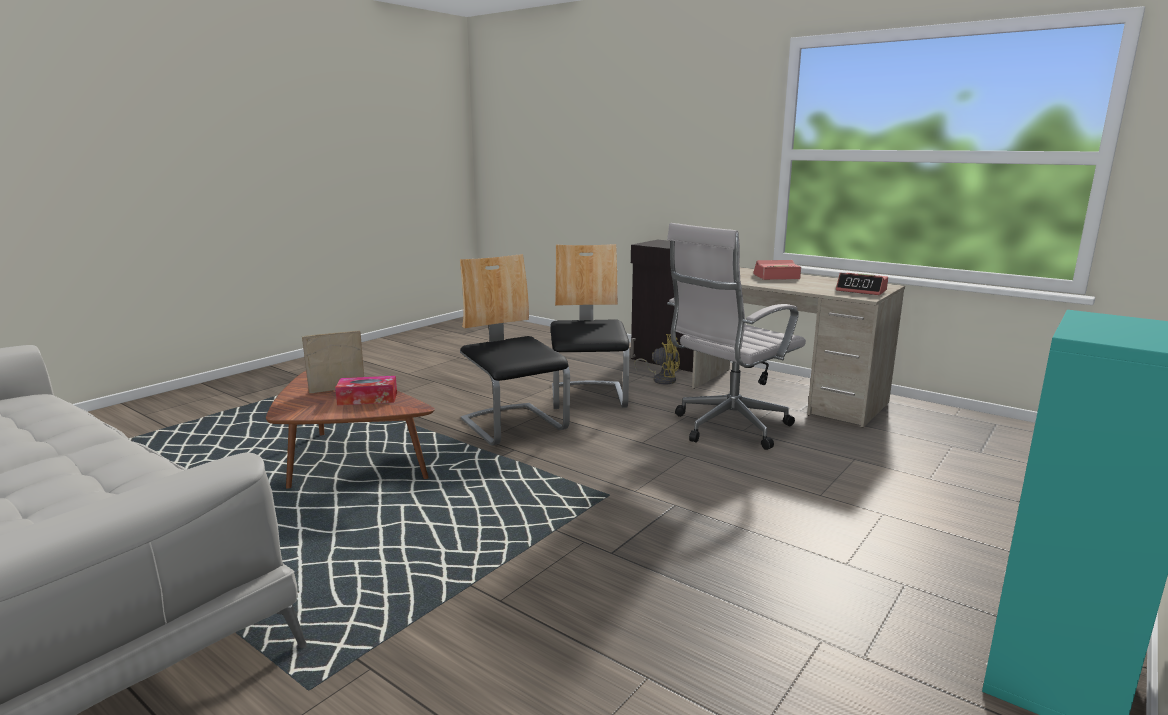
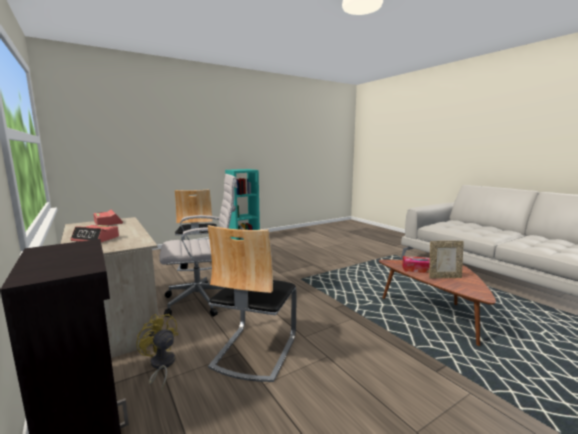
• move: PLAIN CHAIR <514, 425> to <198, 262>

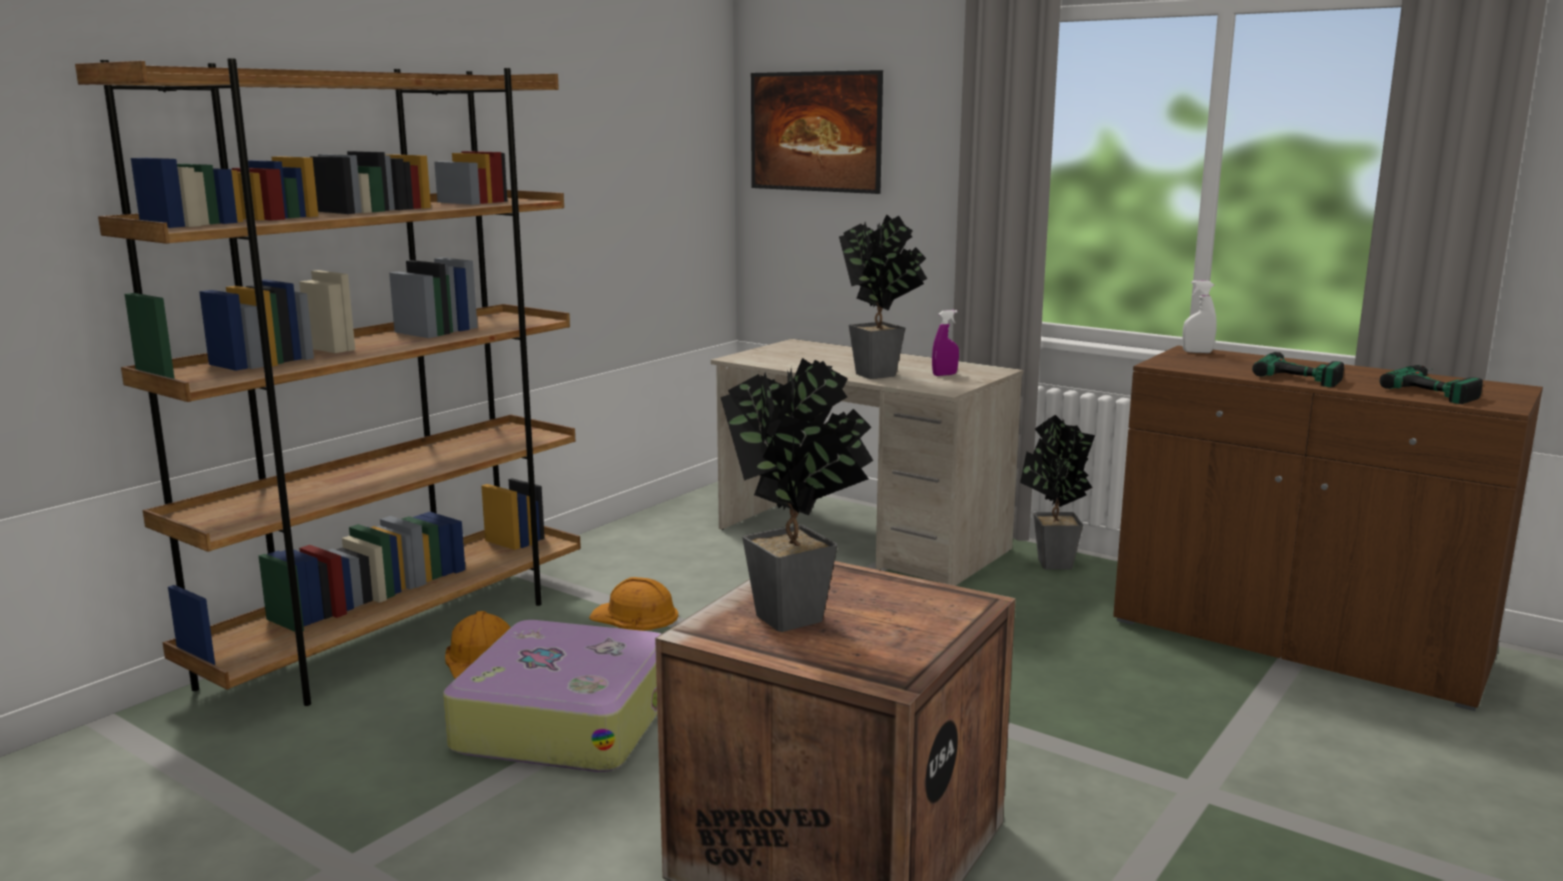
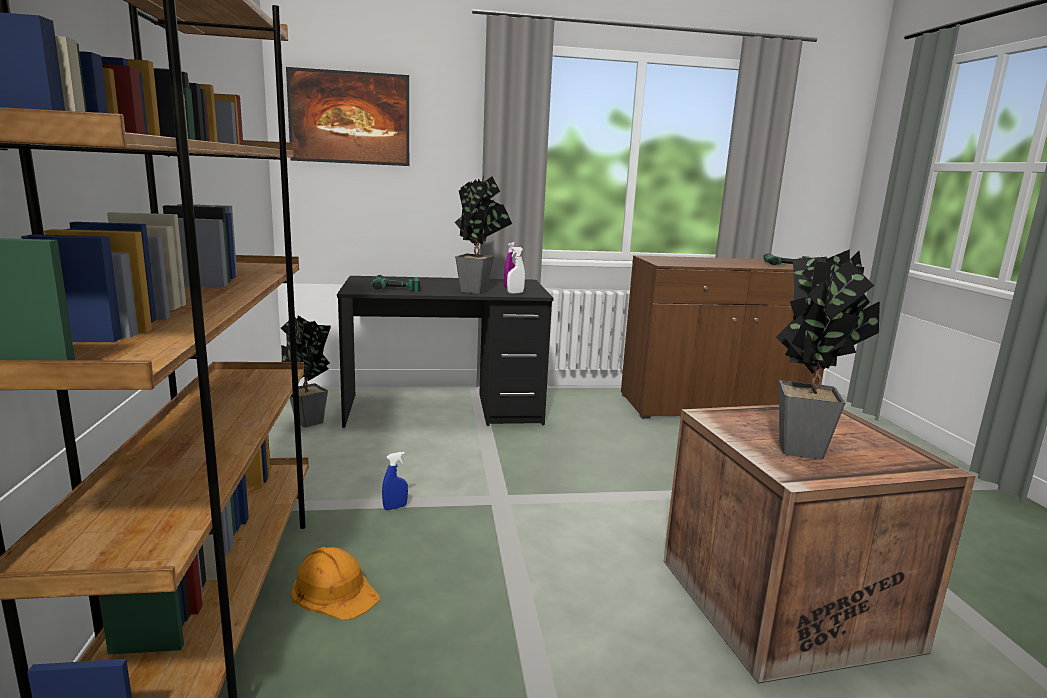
• move: WHITISH SPRAYER <1197, 352> to <515, 293>
• recolor: SAND-COLOURED DESK TABLE <861, 540> to BLACK DESK TABLE <444, 410>
• move: POWER DRILL <1301, 374> to <396, 286>
• move: POTTED PLANT <1052, 566> to <308, 423>
• replace: ORANGEY WORK HELMET <635, 615> to BLUE SPRAYER <395, 507>
• delete: TRAVEL CASE <565, 720>

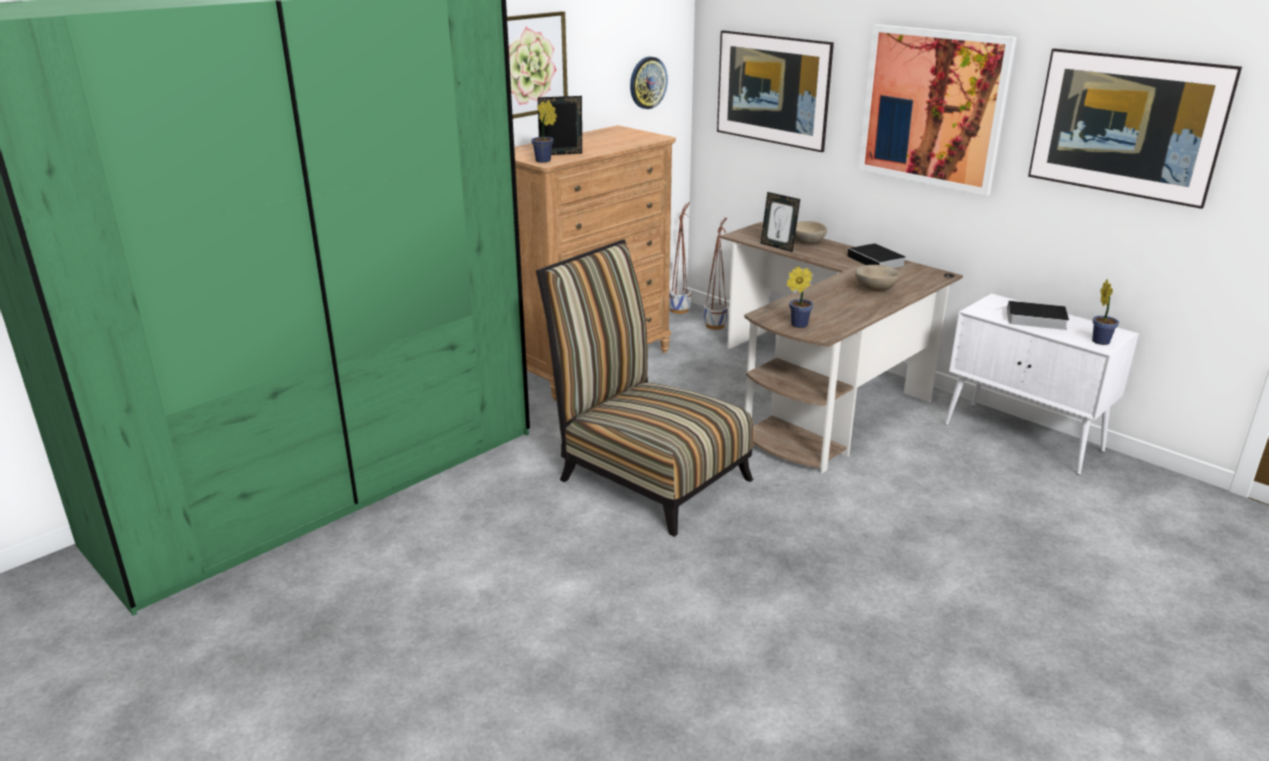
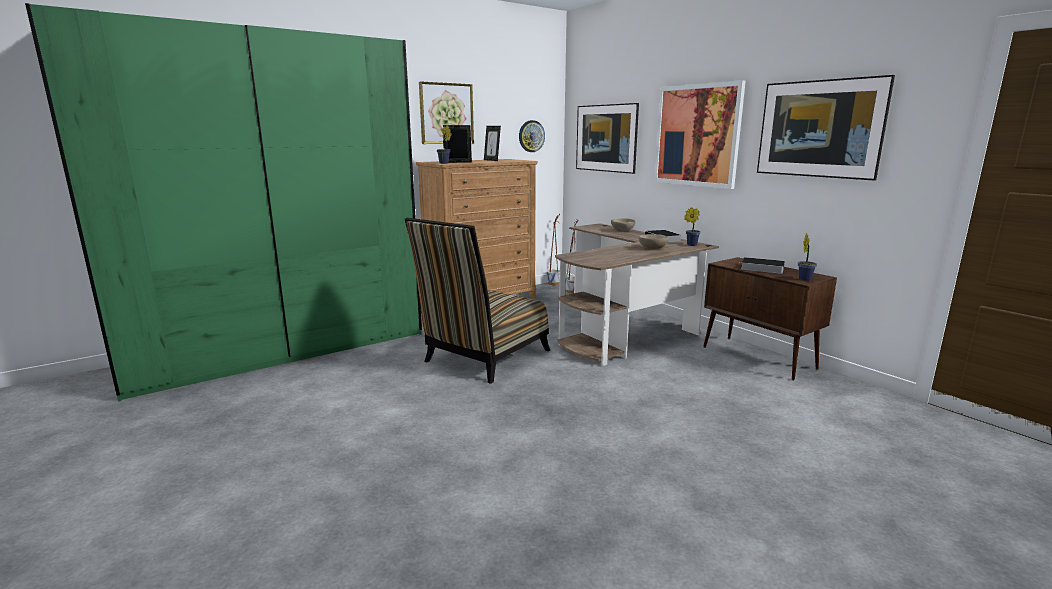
• move: PHOTO FRAME <778, 247> to <492, 160>
• rotate: PLAIN CHAIR <646, 475> = <482, 358> 105 degrees counterclockwise
• move: POTTED PLANT <797, 325> to <690, 245>
• recolor: WHITISH CUPBOARD <1024, 438> to BROWN-COLOURED CUPBOARD <759, 358>

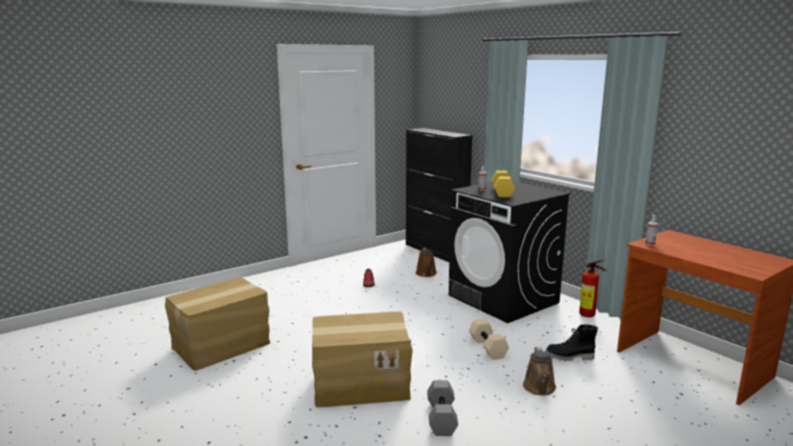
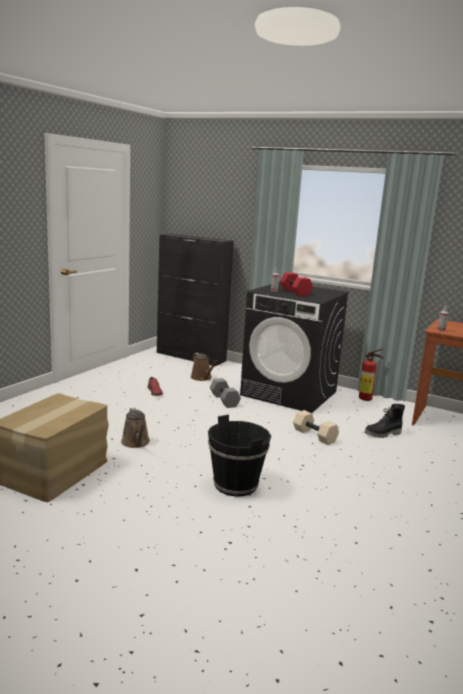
• recolor: YELLOW DUMBBELL <503, 192> to RED DUMBBELL <296, 292>
• replace: PACKING BOX <361, 384> to BLACK WATER BUCKET <236, 485>
• move: BROWN-COLOURED WATERING POT <540, 388> to <136, 443>
• move: GRAY DUMBBELL <440, 417> to <223, 400>

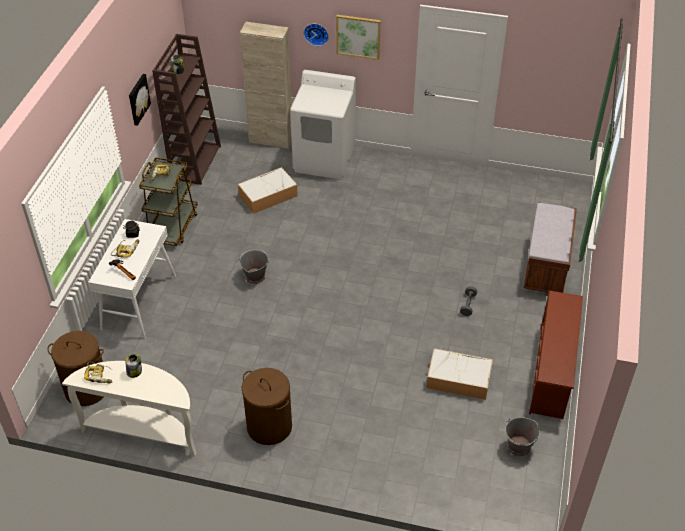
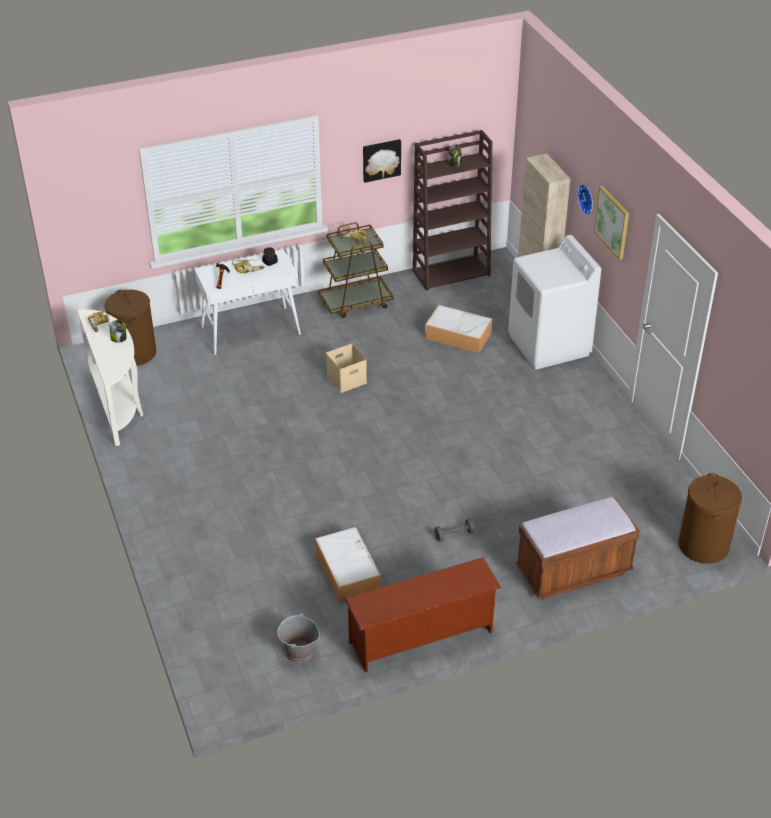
• replace: GRAY WATER BUCKET <255, 276> to SAND-COLOURED STORAGE BIN <347, 379>
• move: BROWN-COLOURED HAMPER <269, 426> to <703, 545>

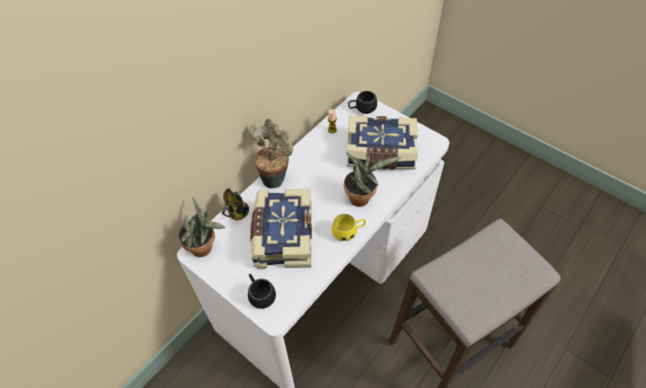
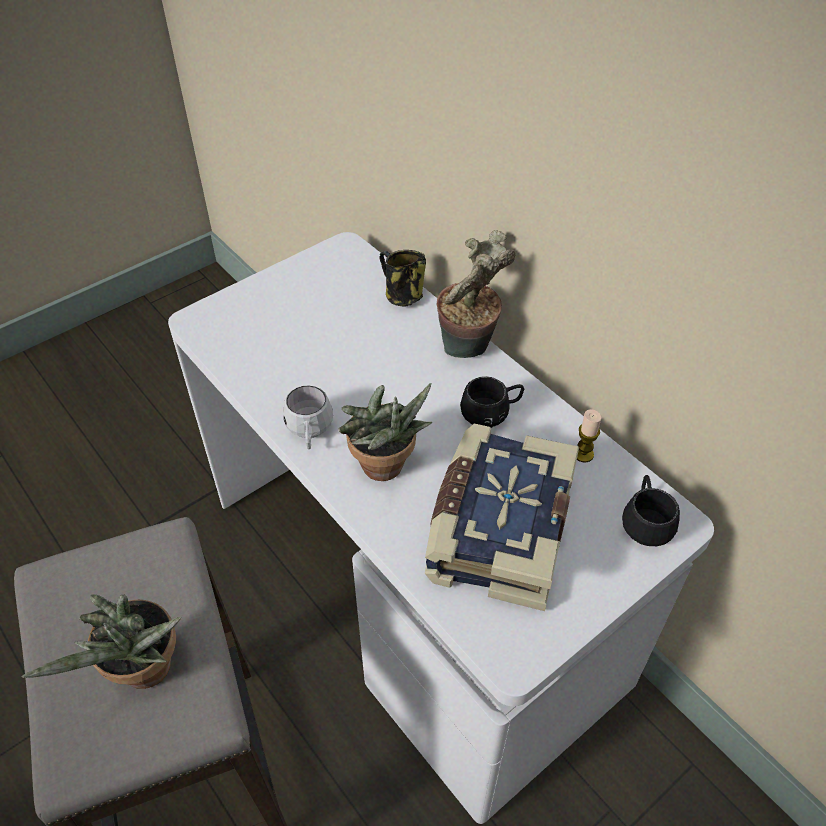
• delete: BOUND BOOK <282, 236>
• move: POTTED PLANT <205, 247> to <144, 674>
• recolor: YELLOW TEA MUG <348, 232> to WHITISH TEA MUG <310, 434>
• move: BLACK TEA MUG <260, 295> to <491, 415>

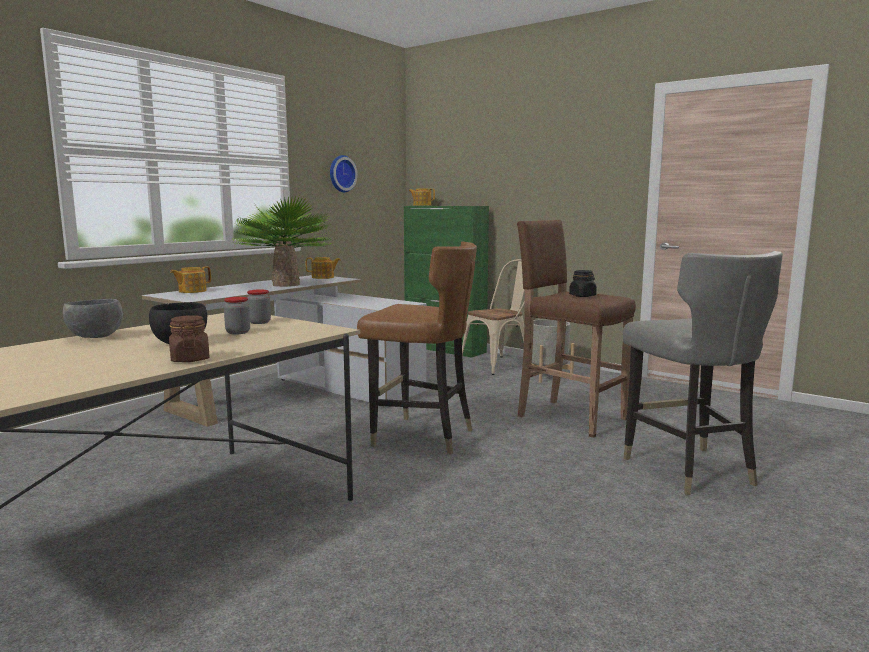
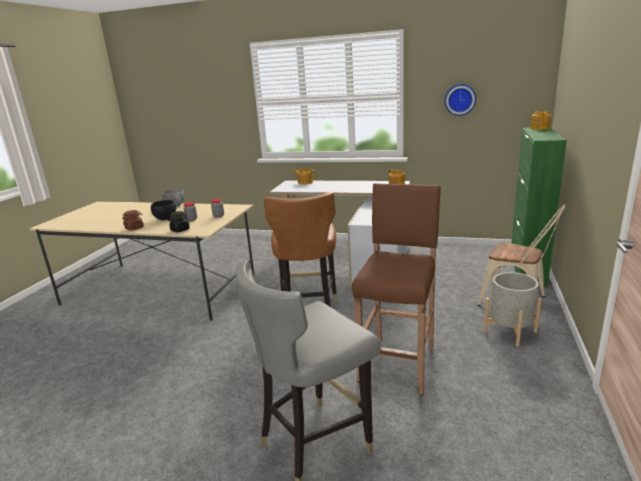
• delete: POTTED PLANT <286, 284>
• move: BLACK STORAGE JAR <582, 296> to <180, 230>

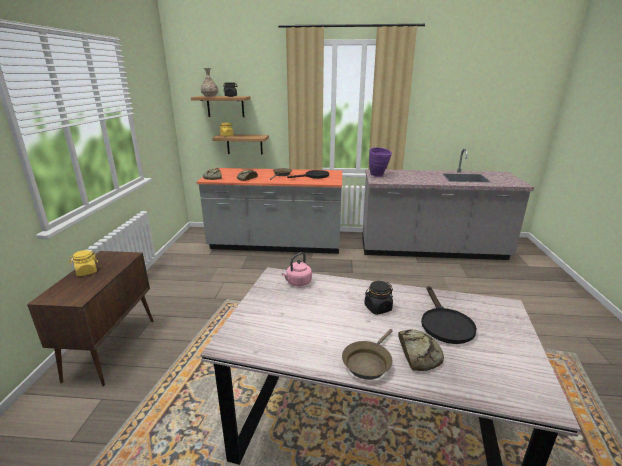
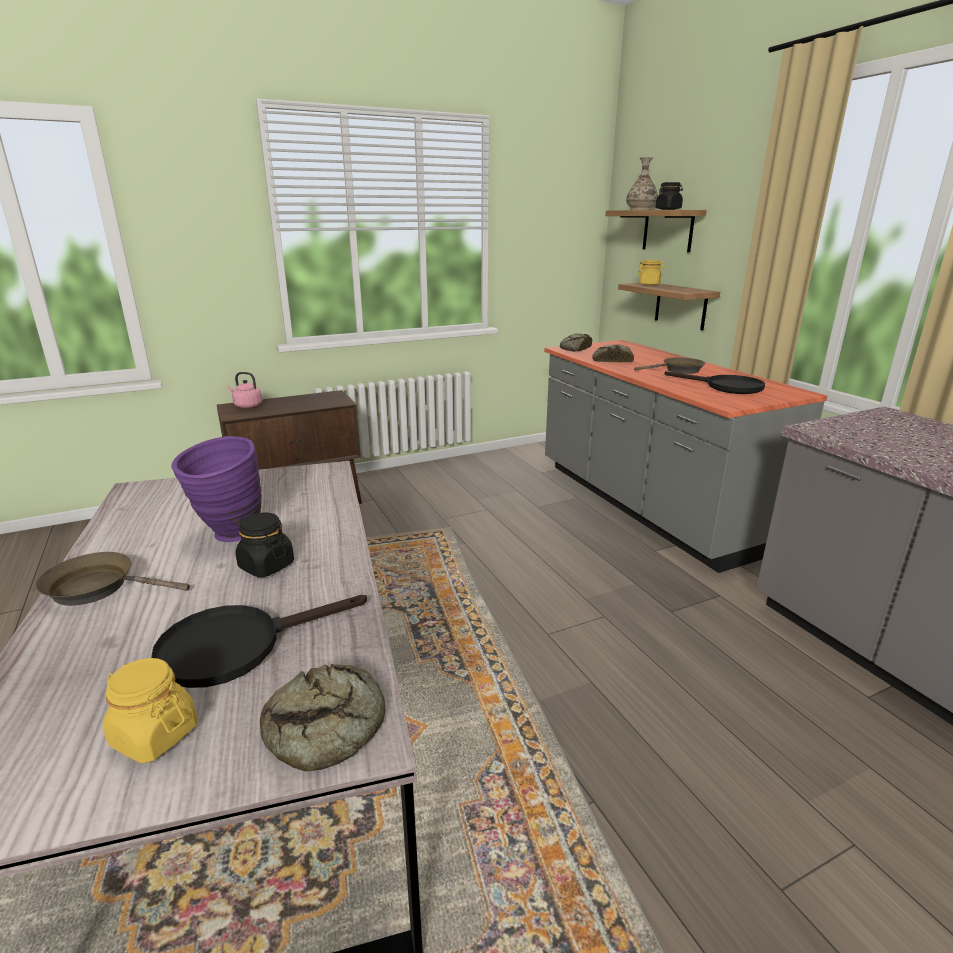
• move: PURPLISH VASE <378, 176> to <229, 536>
• move: YELLOW STORAGE JAR <86, 272> to <154, 735>
• move: PINK TEA KETTLE <298, 282> to <247, 406>
• move: BREAD <418, 353> to <329, 727>

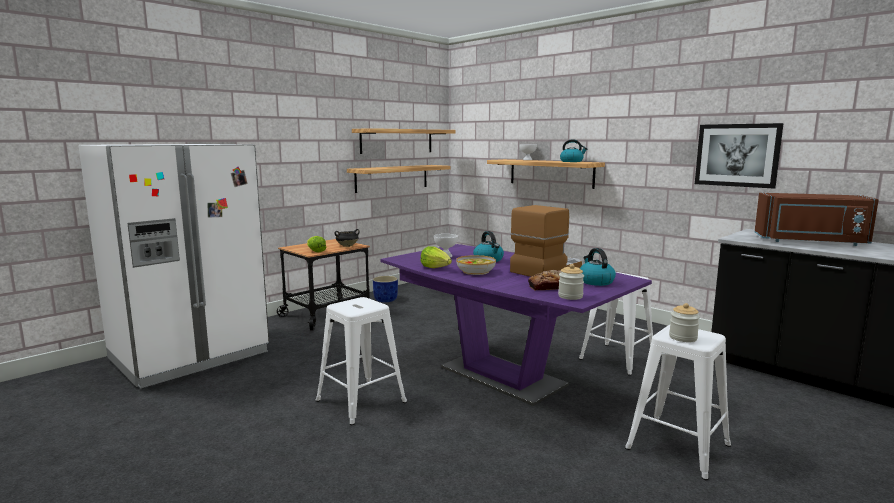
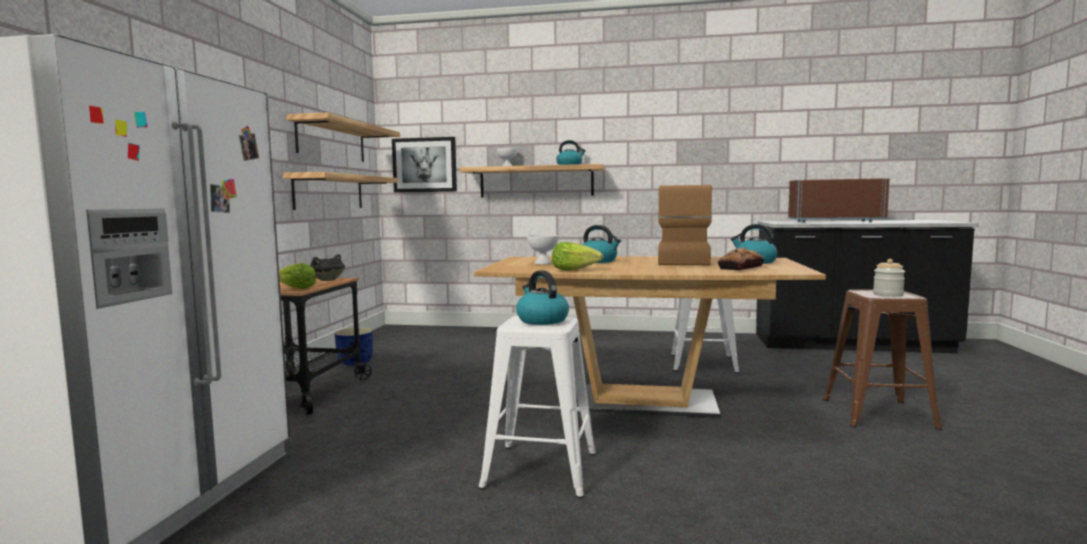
• move: WALL PICTURE <737, 155> to <424, 165>
• rotate: BROWN-COLOURED MICROWAVE OVEN <810, 242> = <834, 221> 150 degrees counterclockwise
• recolor: PURPLISH DINNER TABLE <502, 376> to BROWN-COLOURED DINNER TABLE <640, 402>
• delete: SERVING BOWL <475, 271>
• delete: STORAGE JAR <570, 296>
• recolor: WHITISH STOOL <678, 447> to BROWN-COLOURED STOOL <879, 414>
• insert: TEA KETTLE <541, 320>

